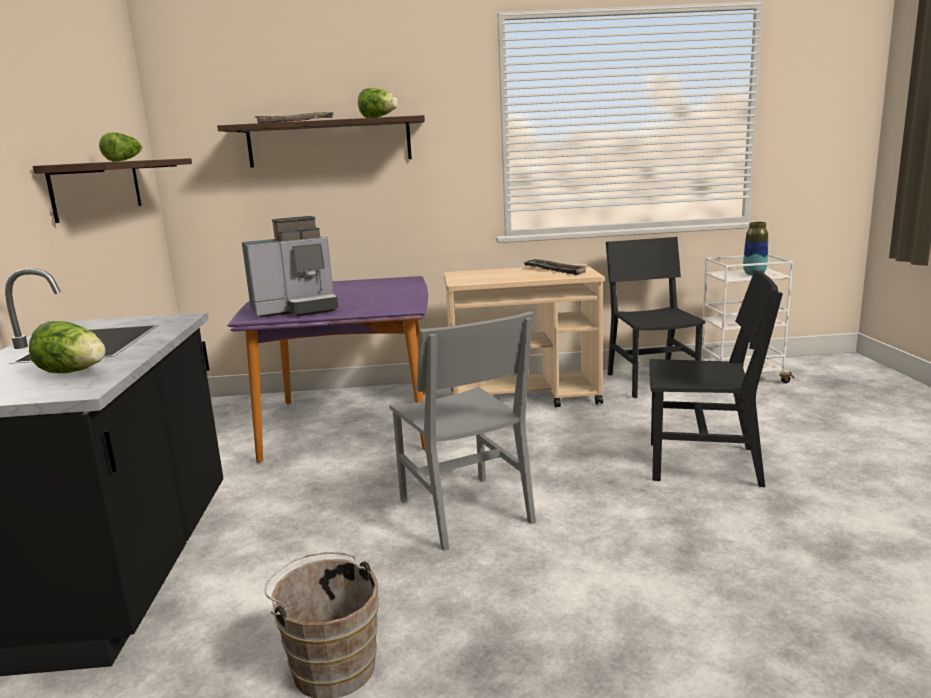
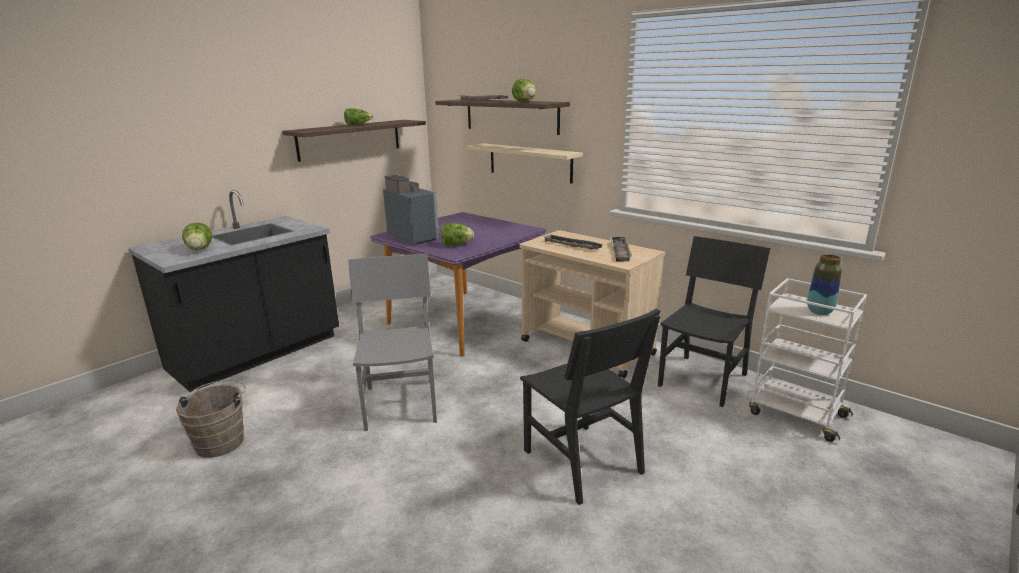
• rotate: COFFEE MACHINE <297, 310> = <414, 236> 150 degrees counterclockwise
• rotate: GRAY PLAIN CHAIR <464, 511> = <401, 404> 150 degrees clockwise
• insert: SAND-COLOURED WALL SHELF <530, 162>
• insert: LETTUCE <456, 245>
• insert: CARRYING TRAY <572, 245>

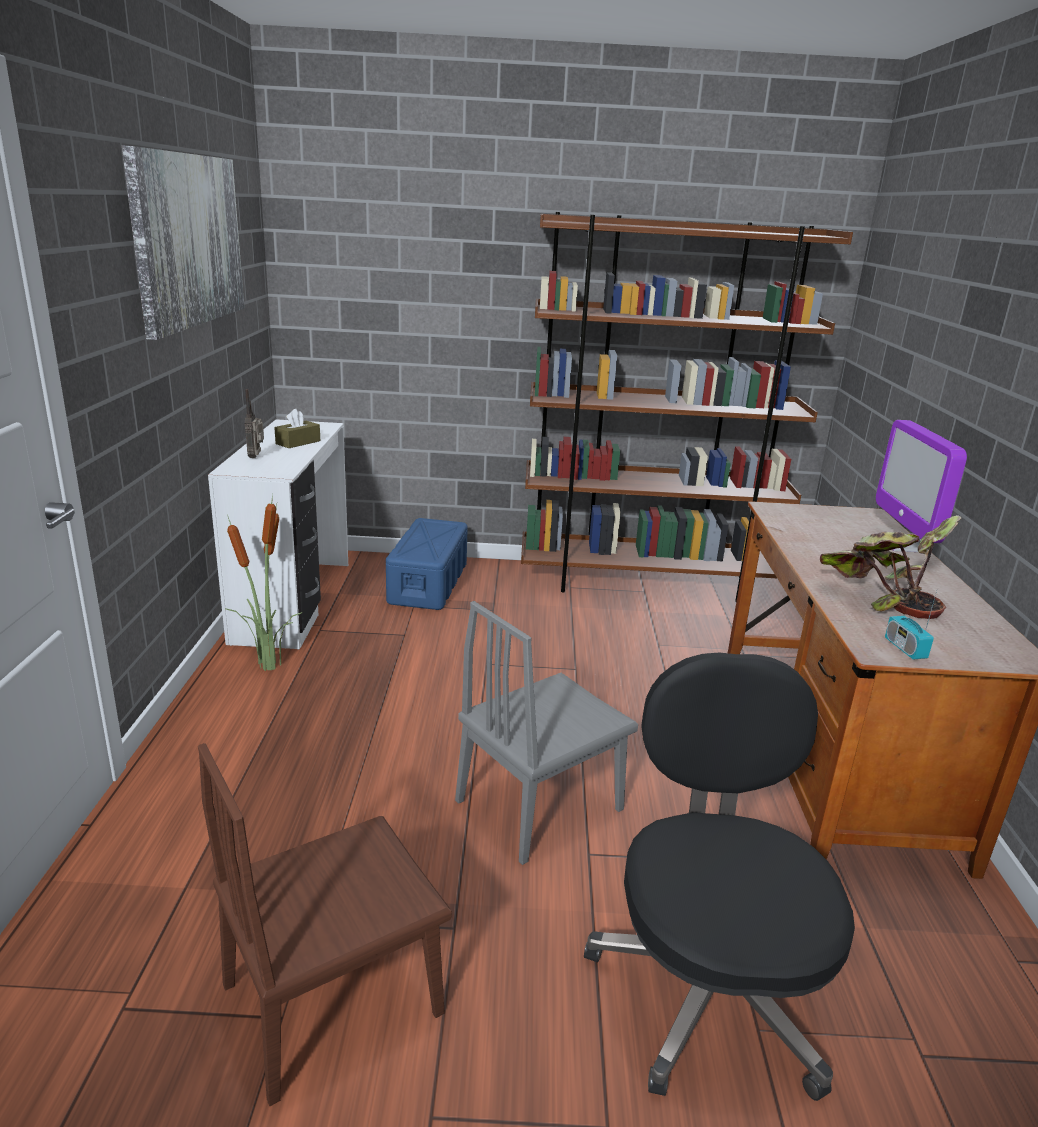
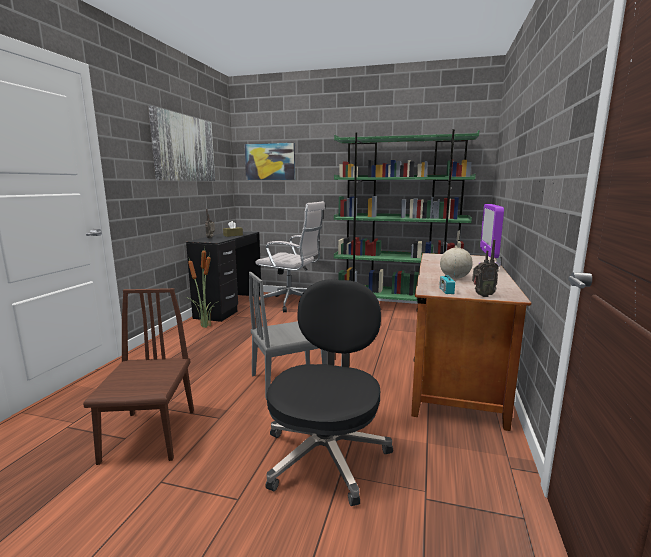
• recolor: BROWN-COLOURED SHELVING UNIT <646, 582> to GREEN-COLOURED SHELVING UNIT <397, 307>
• recolor: WHITISH DESK TABLE <295, 601> to BLACK DESK TABLE <231, 306>
• replace: POTTED PLANT <881, 597> to DESK GLOBE <454, 278>
• replace: BLUE STORAGE BIN <428, 583> to WHITISH DESK CHAIR <292, 303>
• rotate: BROWN-COLOURED PLAIN CHAIR <333, 999> = <150, 435> 105 degrees clockwise
• insert: WALL PICTURE <270, 161>
• insert: RADIO SET <482, 295>

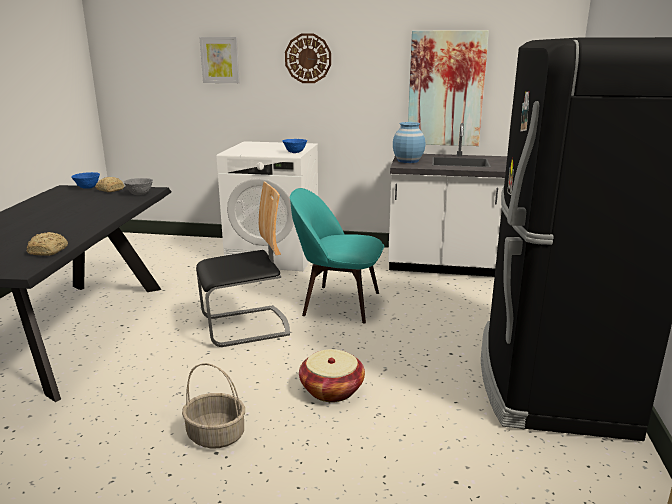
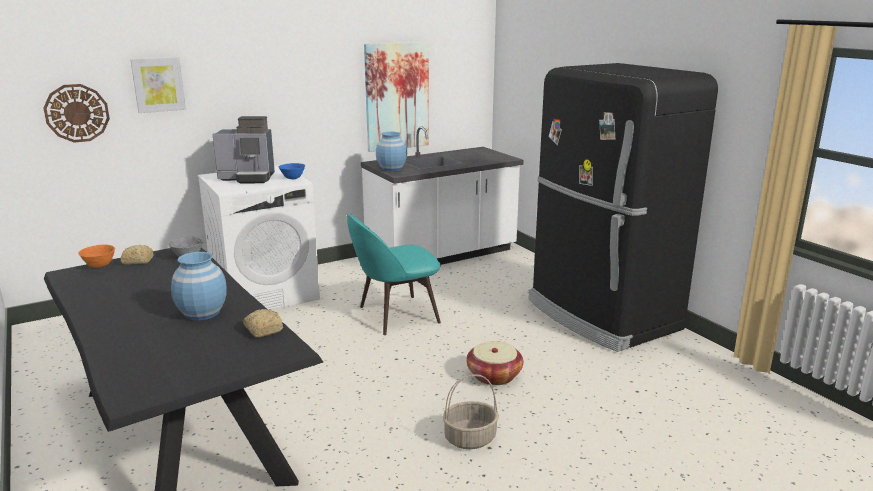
• move: CLOCK ON THE WALL <308, 58> to <77, 113>
• recolor: BLUE SERVING BOWL <87, 188> to ORANGEY SERVING BOWL <99, 266>
• delete: PLAIN CHAIR <245, 326>
• insert: COFFEE MACHINE <248, 178>
• insert: BLUE VASE <202, 313>

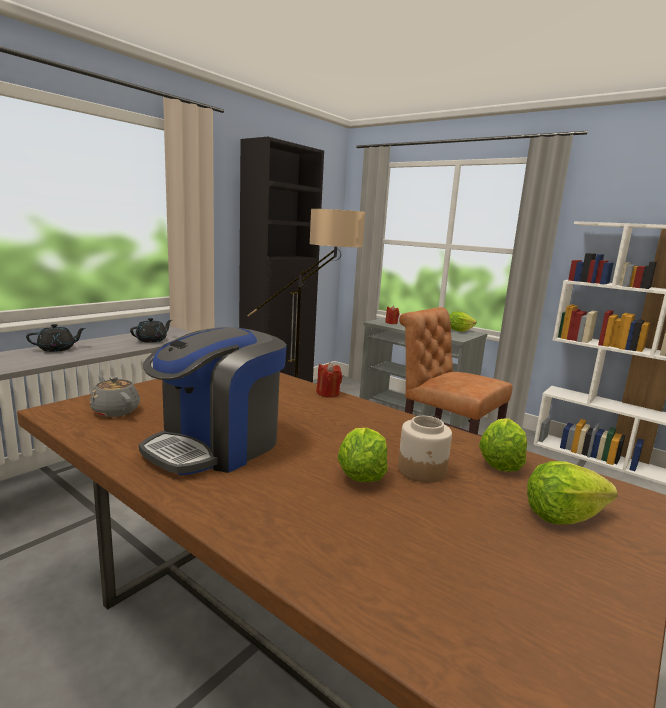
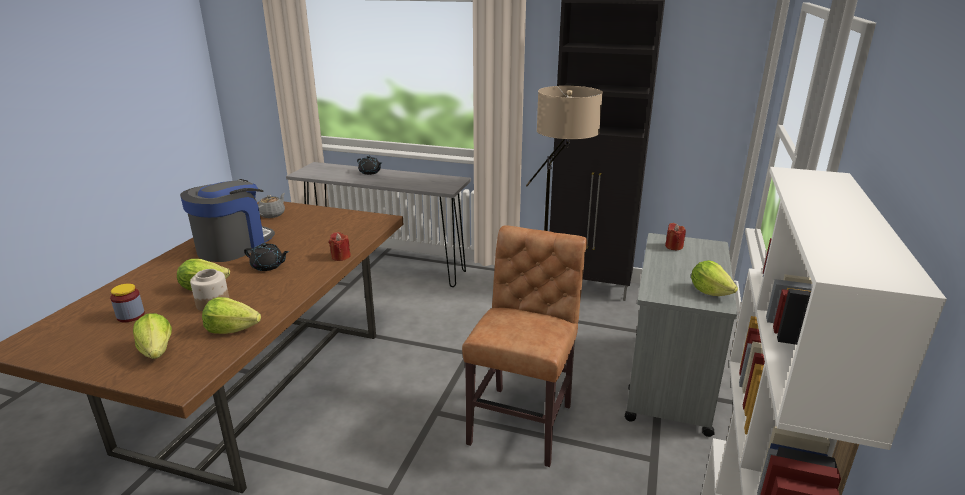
• move: BLACK TEA POT <152, 340> to <268, 266>
• rotate: COFFEE MACHINE <217, 445> = <233, 246> 105 degrees clockwise
• insert: STORAGE JAR <130, 316>

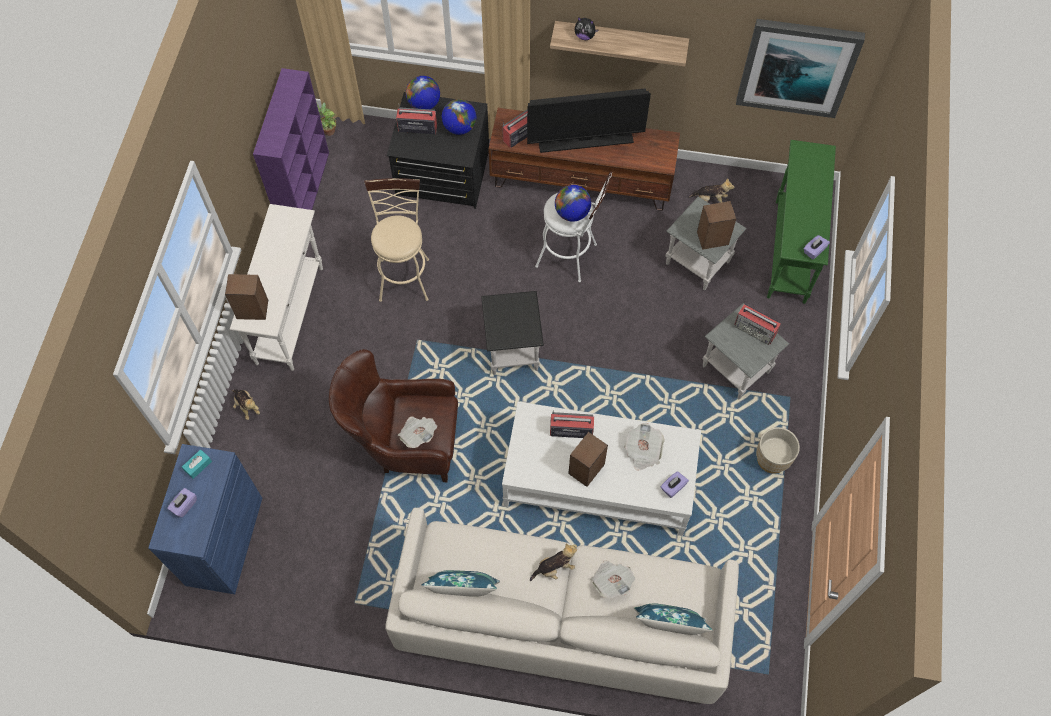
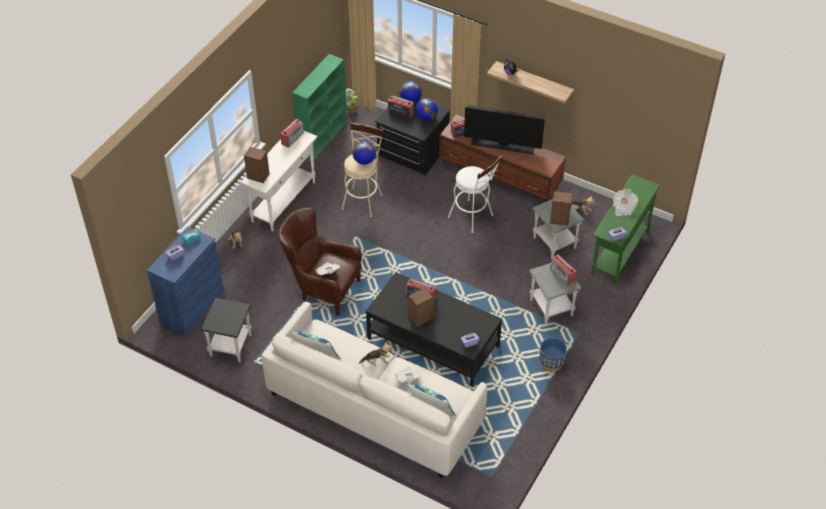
• delete: WALL PICTURE <797, 67>
• recolor: PURPLISH SHELVING UNIT <304, 189> to GREEN-COLOURED SHELVING UNIT <323, 138>
• move: DESK GLOBE <572, 213> to <364, 161>
• move: BLACK END TABLE <513, 351> to <230, 346>
• recolor: WHITISH LOW TABLE <598, 481> to BLACK LOW TABLE <432, 342>
• move: NEWSPAPER <643, 451> to <623, 208>
• recolor: SAND-COLOURED PLANTER <772, 459> to BLUE PLANTER <551, 363>
• insert: RADIO SET <292, 138>

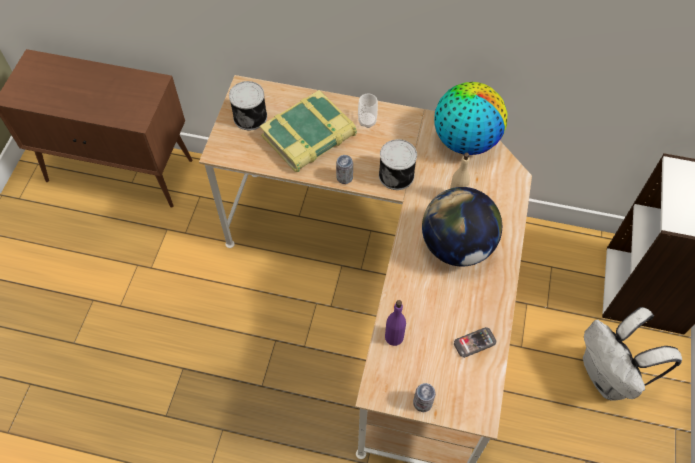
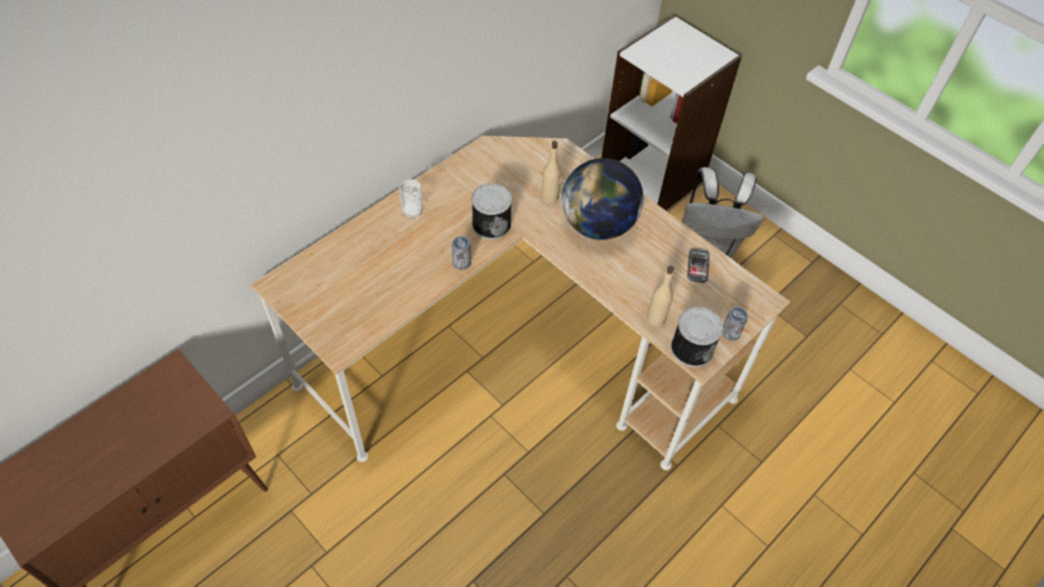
• move: SEALED CAN <251, 116> to <691, 347>
• delete: DESK GLOBE <465, 140>
• delete: BOUND BOOK <309, 137>
• recolor: PURPLISH BEVERAGE BOTTLE <394, 337> to SAND-COLOURED BEVERAGE BOTTLE <655, 318>

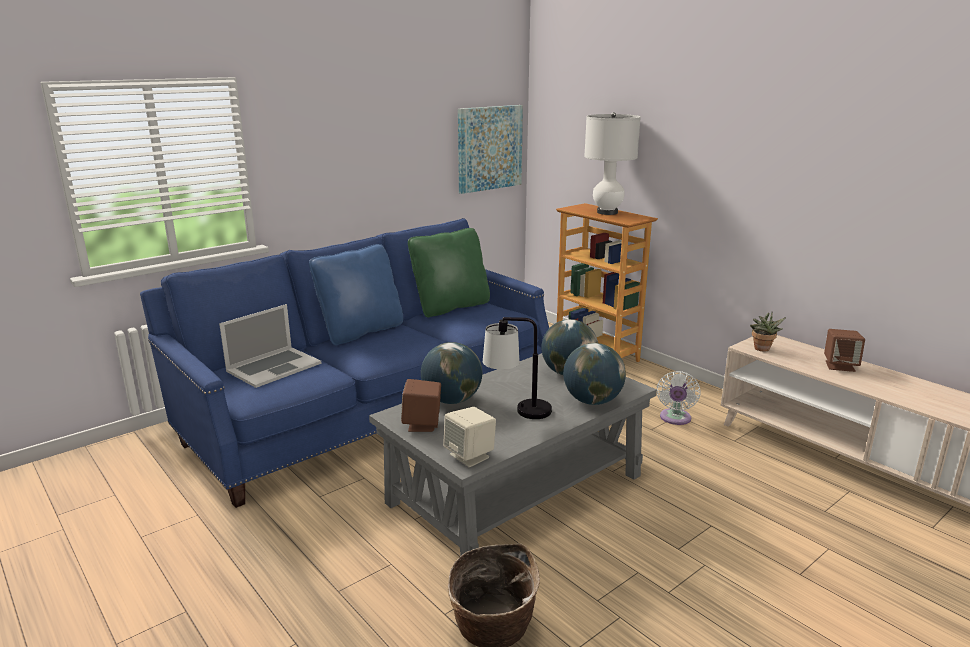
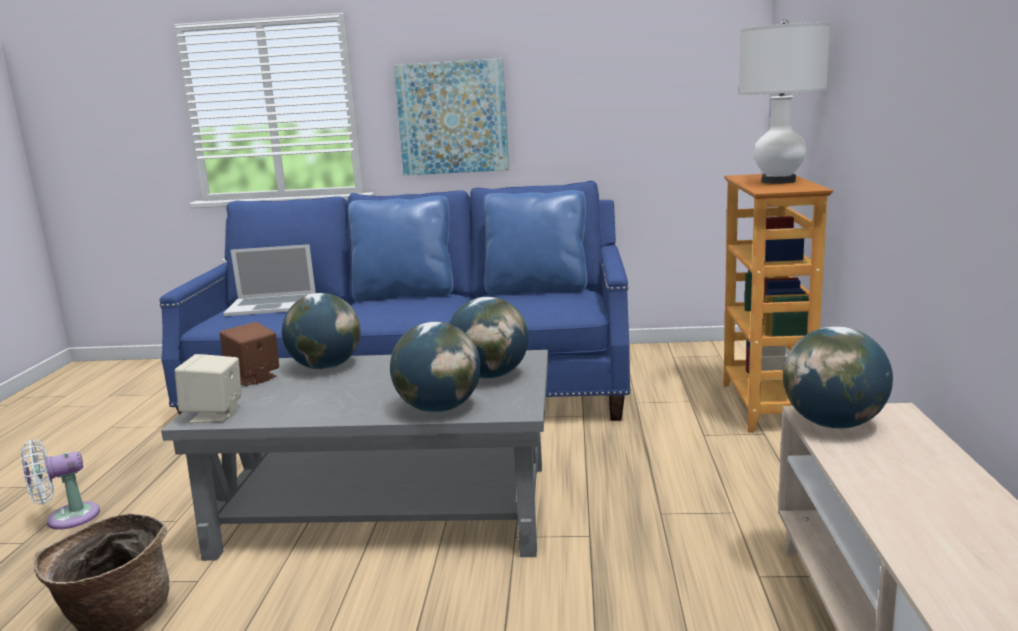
• move: WALL PICTURE <489, 148> to <452, 117>
• recolor: GREEN-COLOURED THROW PILLOW <451, 307> to BLUE THROW PILLOW <536, 289>
• replace: POTTED PLANT <762, 349> to DESK GLOBE <833, 423>
• delete: TABLETOP LAMP <517, 412>
• delete: BROWN-COLOURED LOUDSPEAKER <840, 366>
• move: WHITISH COOLING FAN <675, 419> to <67, 518>

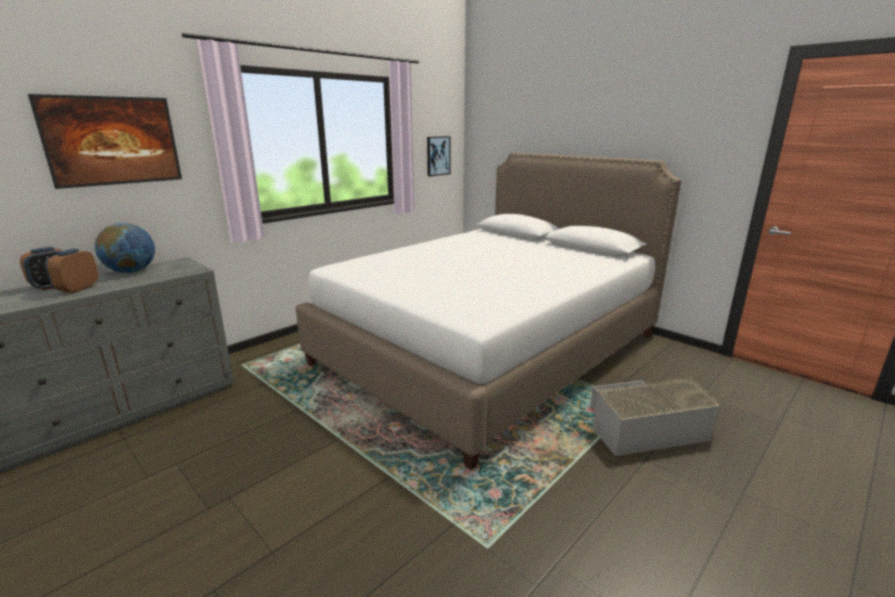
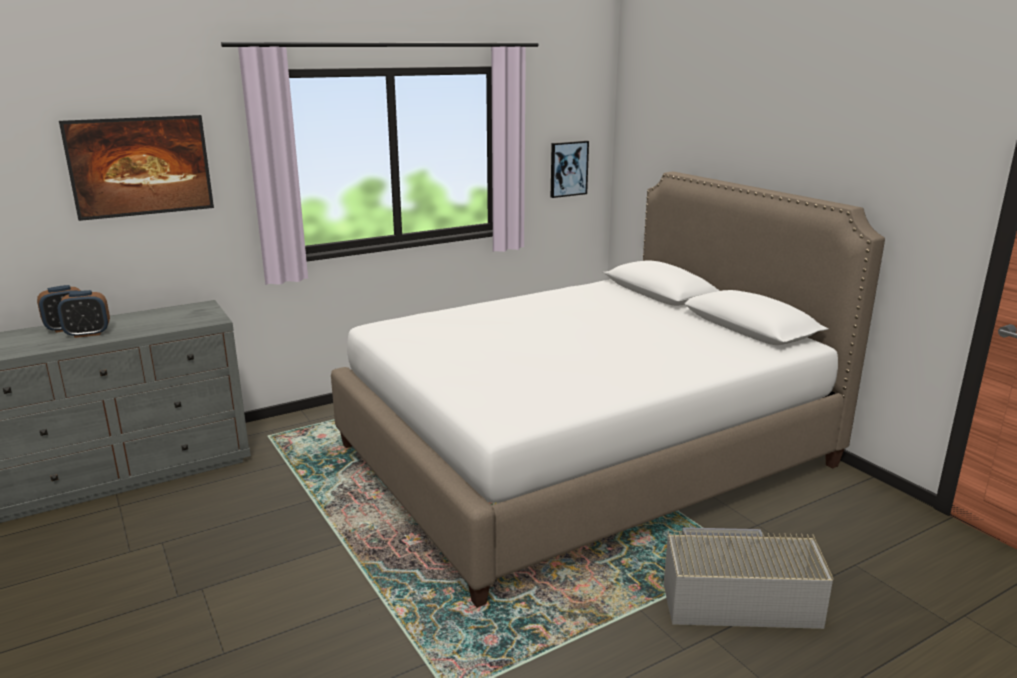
• delete: DESK GLOBE <131, 271>
• rotate: BEDSIDE CLOCK <77, 288> = <88, 334> 135 degrees counterclockwise

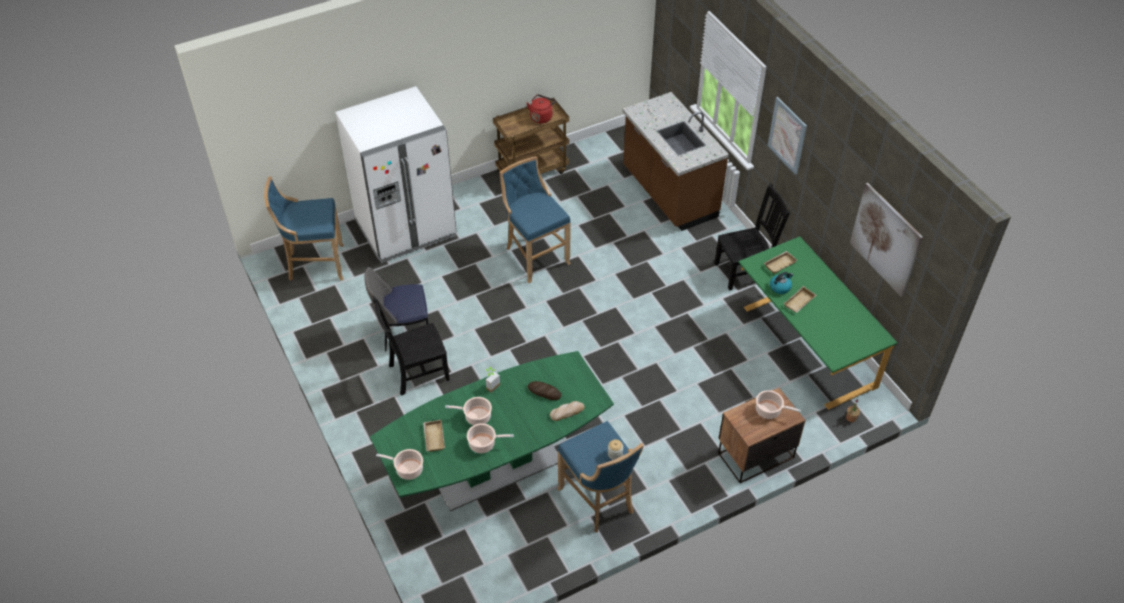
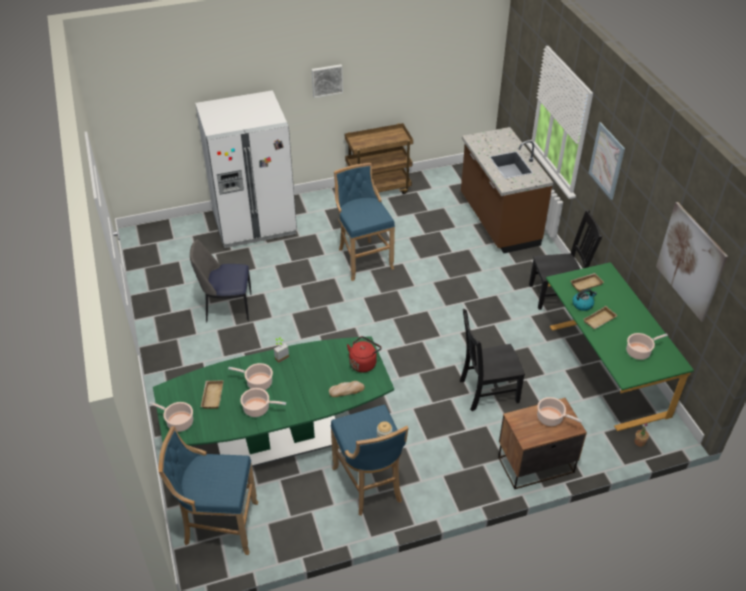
• move: RED TEA KETTLE <541, 117> to <363, 363>
• move: BLUE STOOL <314, 264> to <218, 525>
• move: BLACK PLAIN CHAIR <416, 373> to <486, 391>
• delete: BREAD <544, 392>
• insert: WALL PICTURE <327, 80>
• insert: COOKING POT <639, 351>

